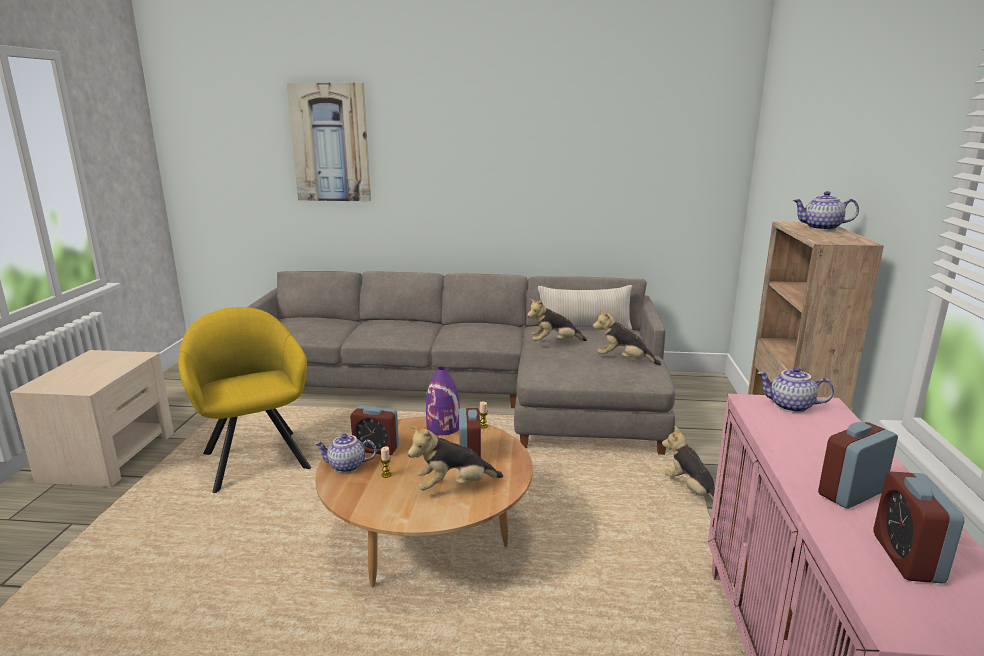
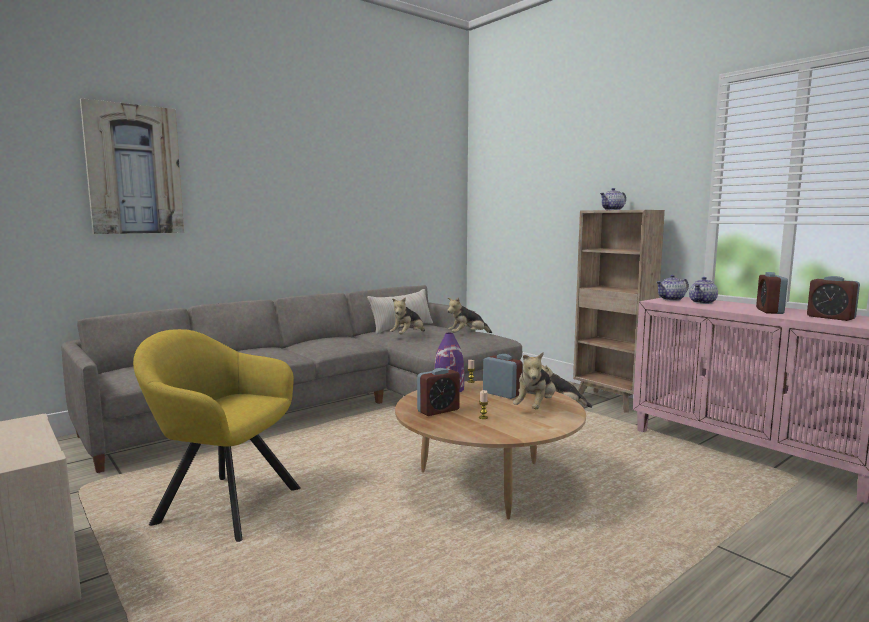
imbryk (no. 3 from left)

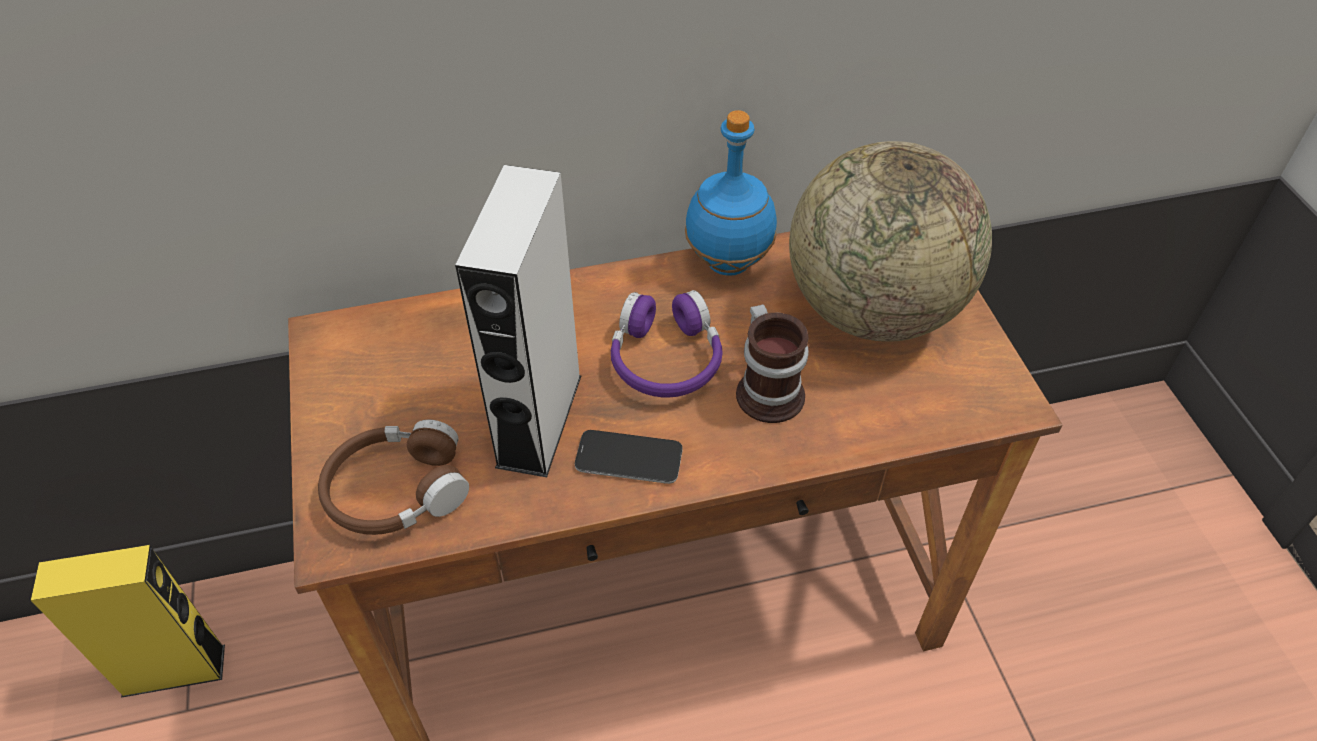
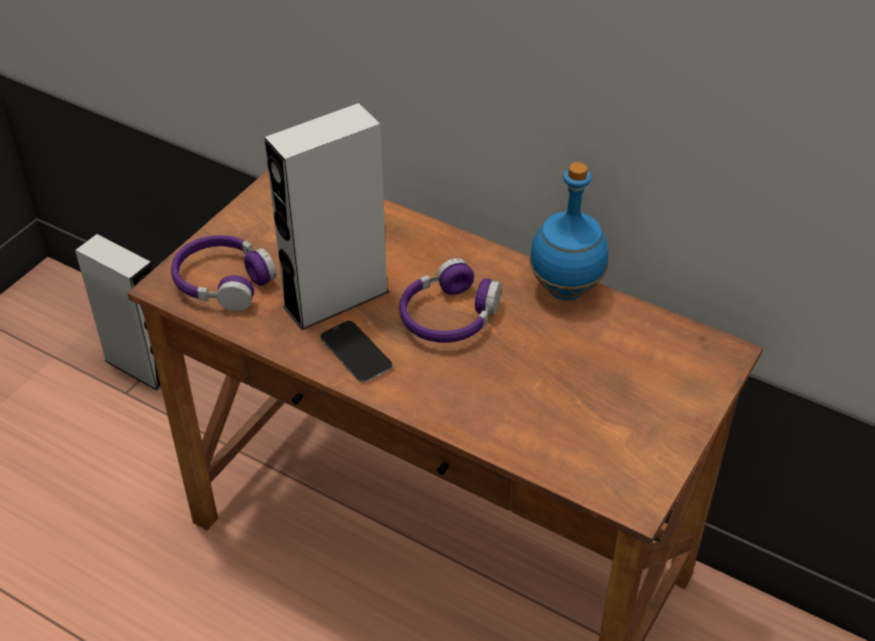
globus; kubek; słuchawki [fioletowy] (no. 1 from left); głośnik [szary] (no. 1 from left)

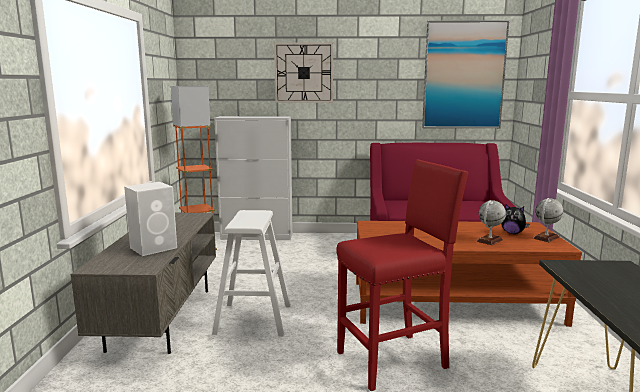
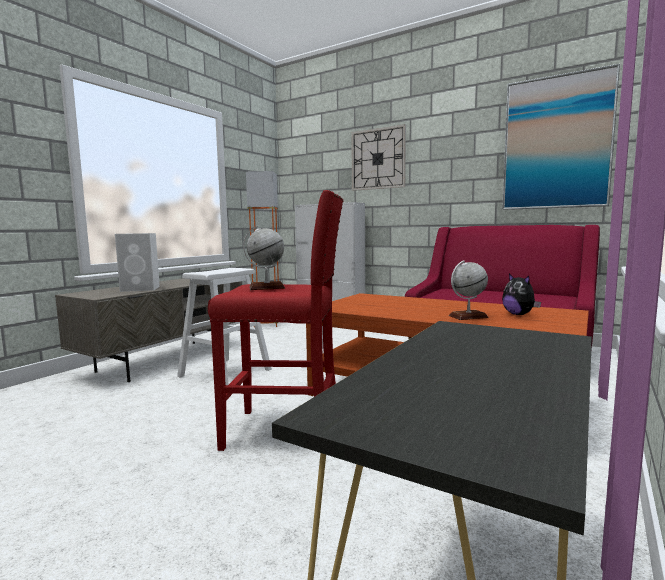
globus (no. 1 from left)

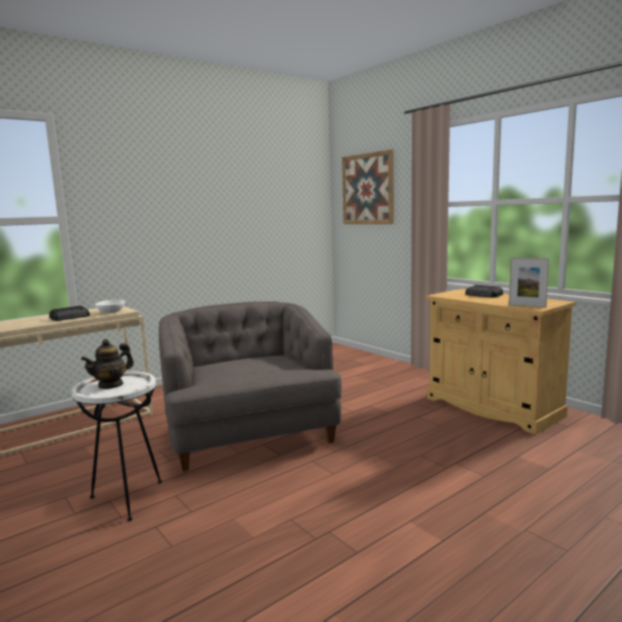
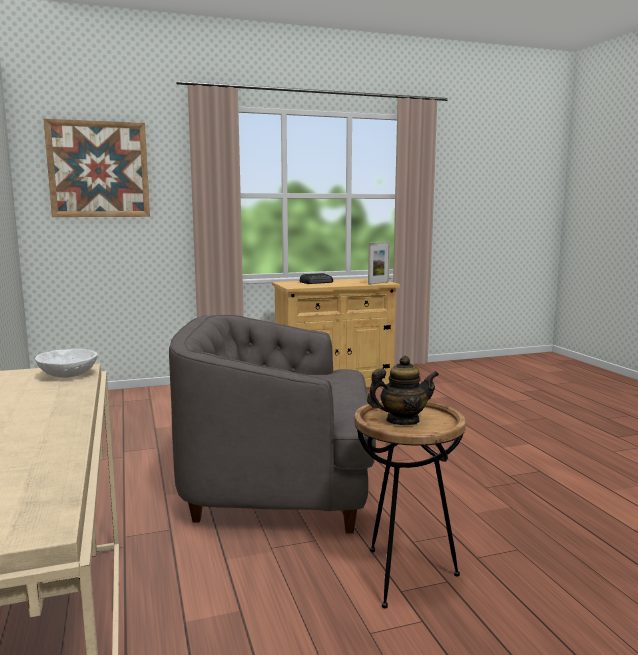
radio (no. 1 from left in the first image); imbryk; stolik [brązowy]

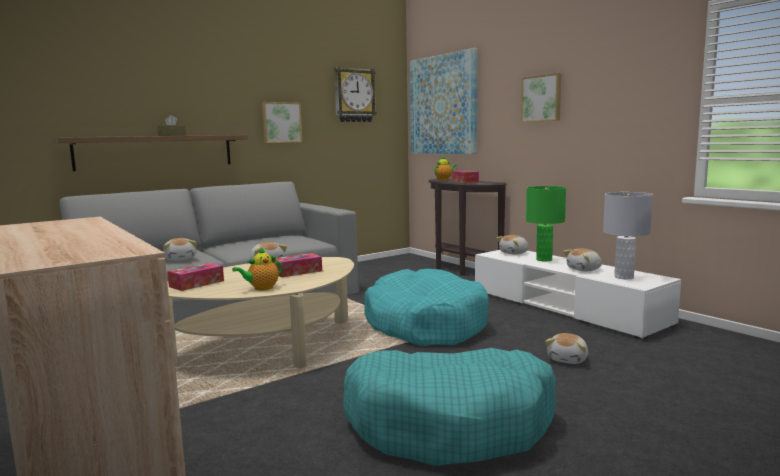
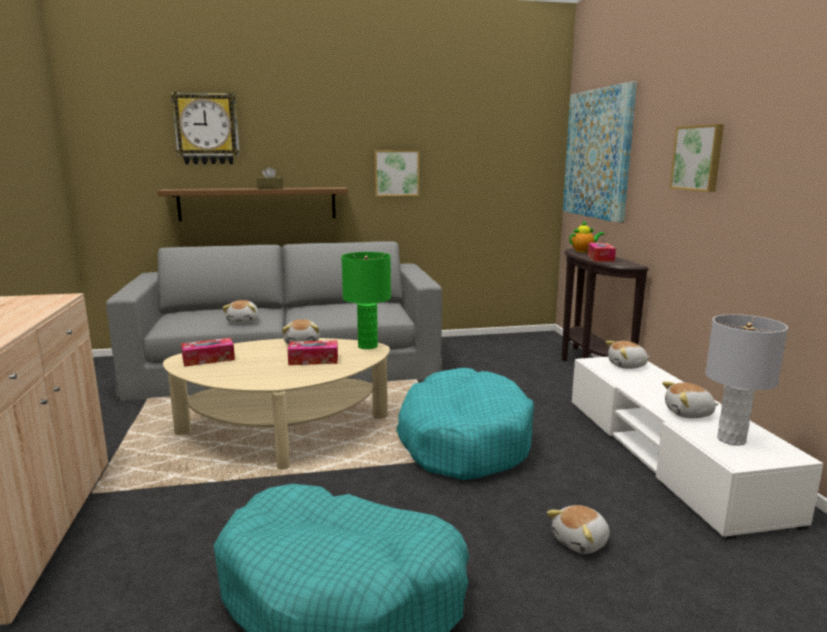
zegar ścienny; lampa stołowa [zielony]; imbryk (no. 1 from left in the first image)

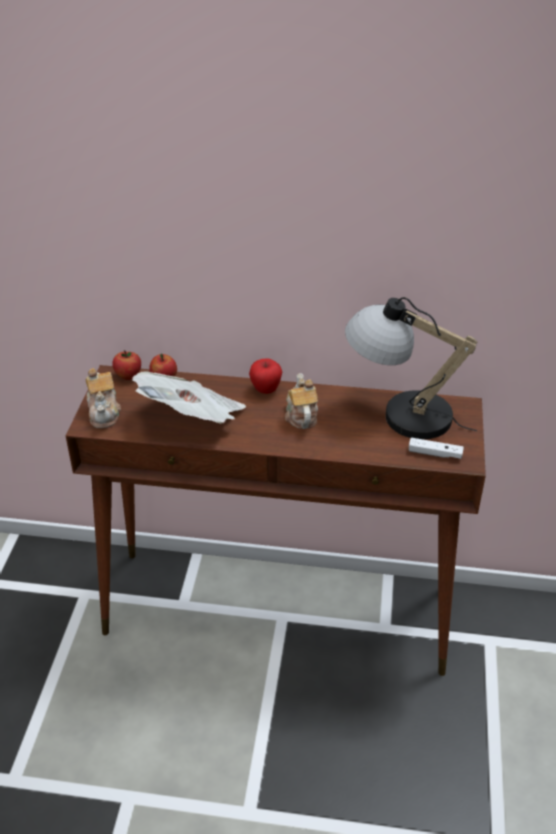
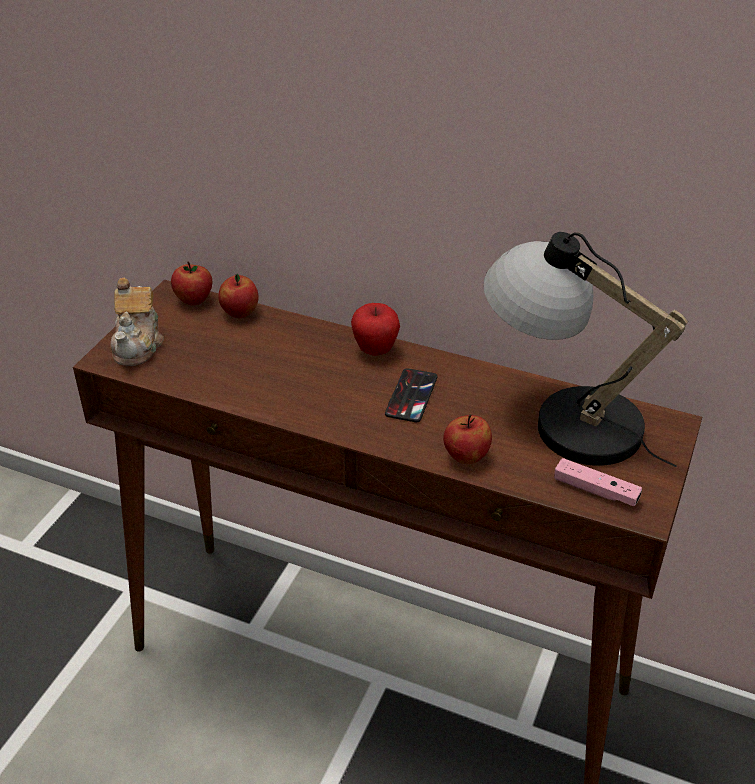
gazeta; telefon; pad do gier [różowy]; jabłko (no. 4 from left)

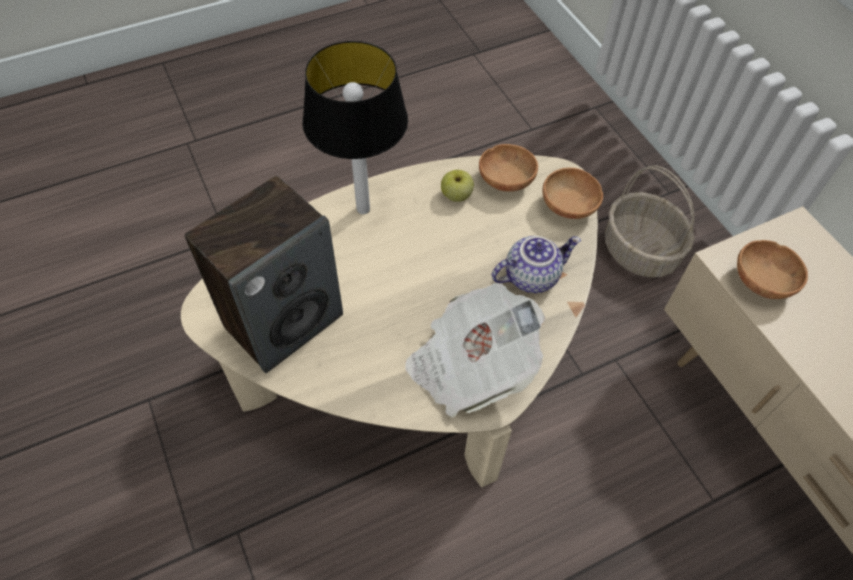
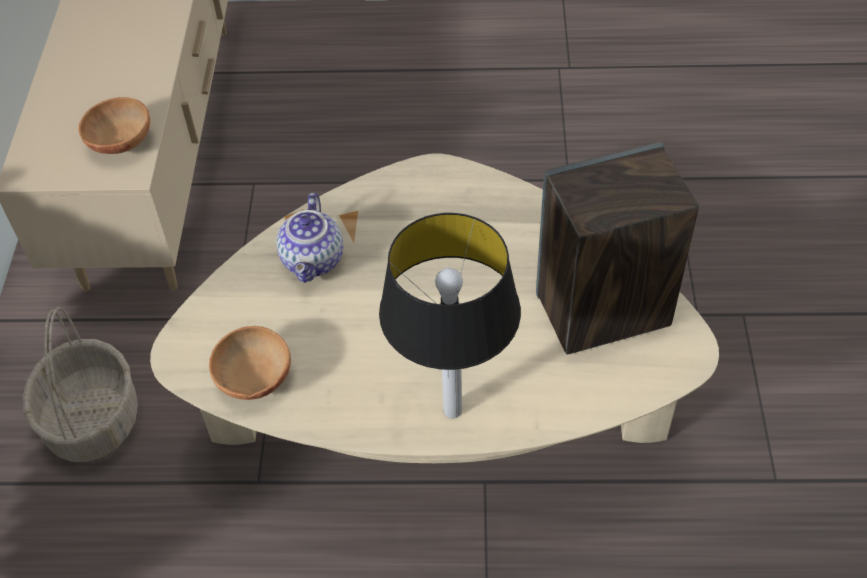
miska [brązowy] (no. 2 from left in the first image); jabłko; imbryk; gazeta

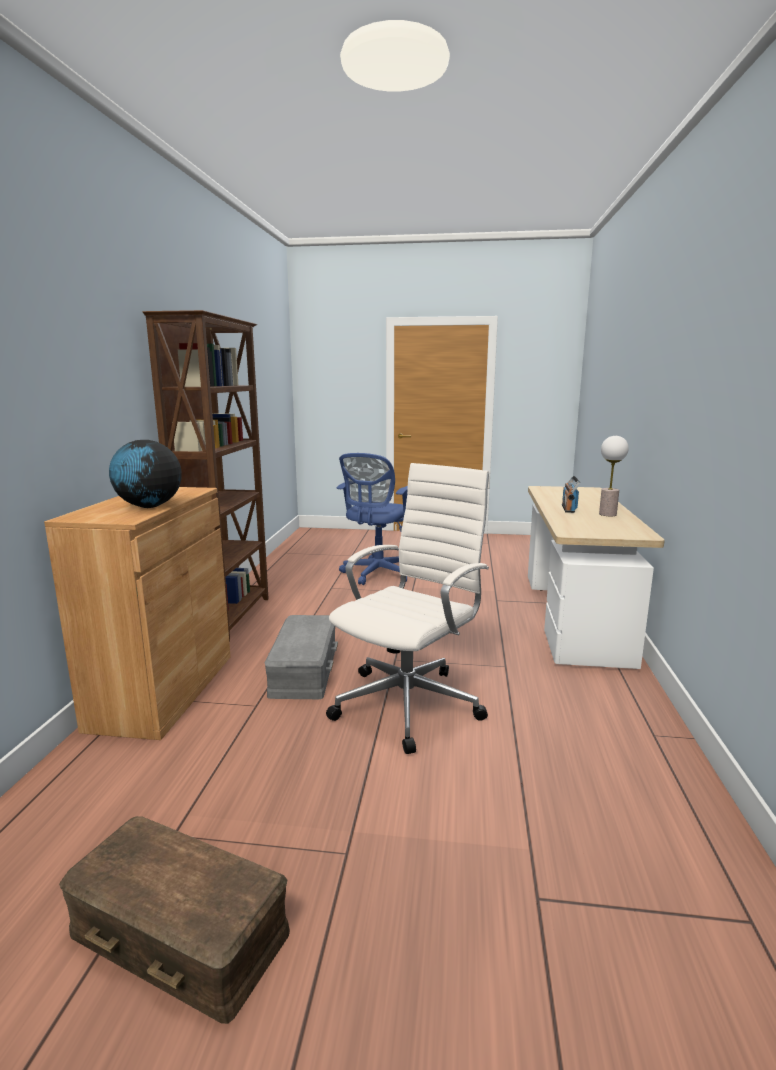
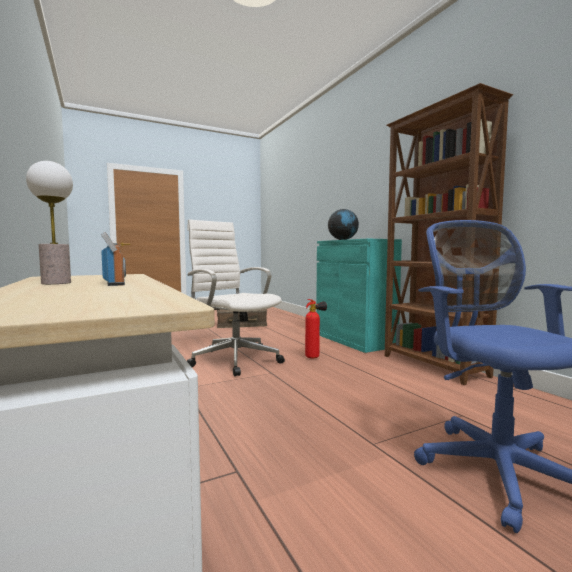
krzesło biurowe [biały]; szafka [turkusowy]; gaśnica

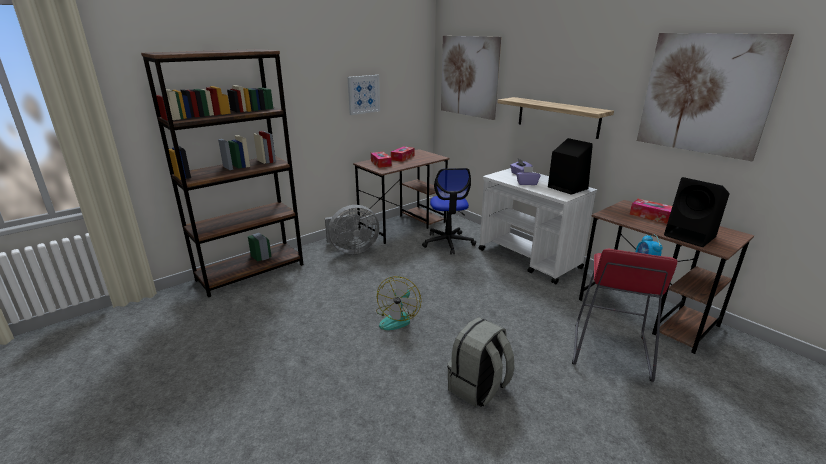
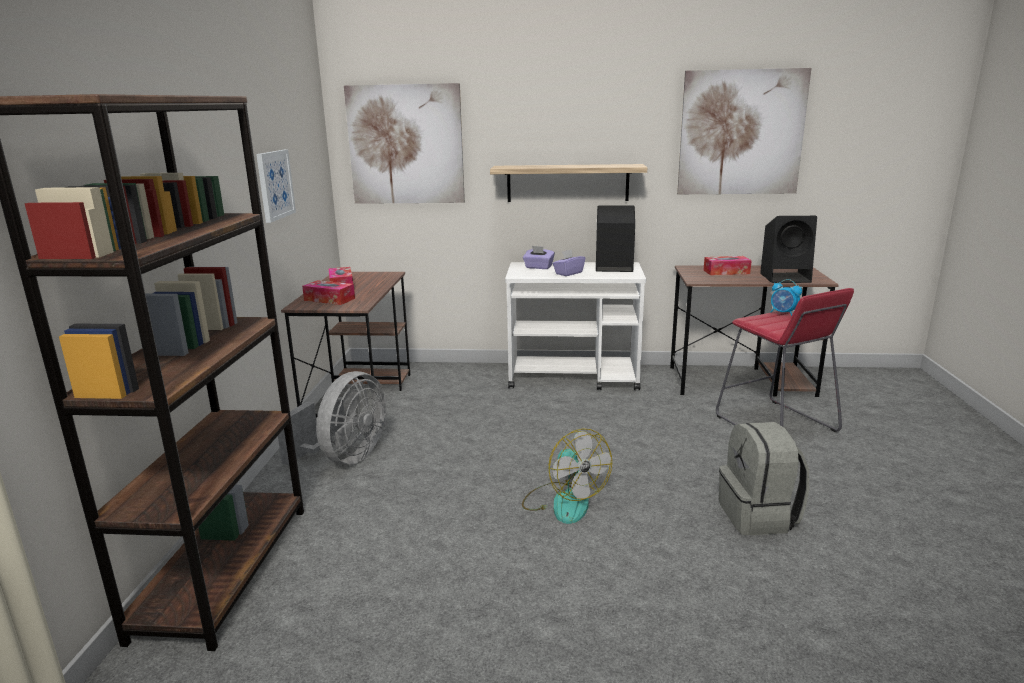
krzesło biurowe

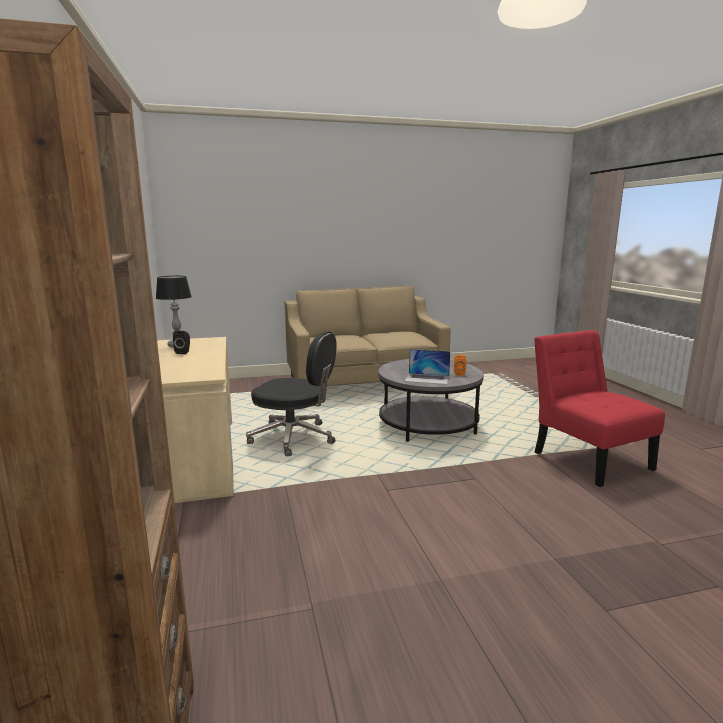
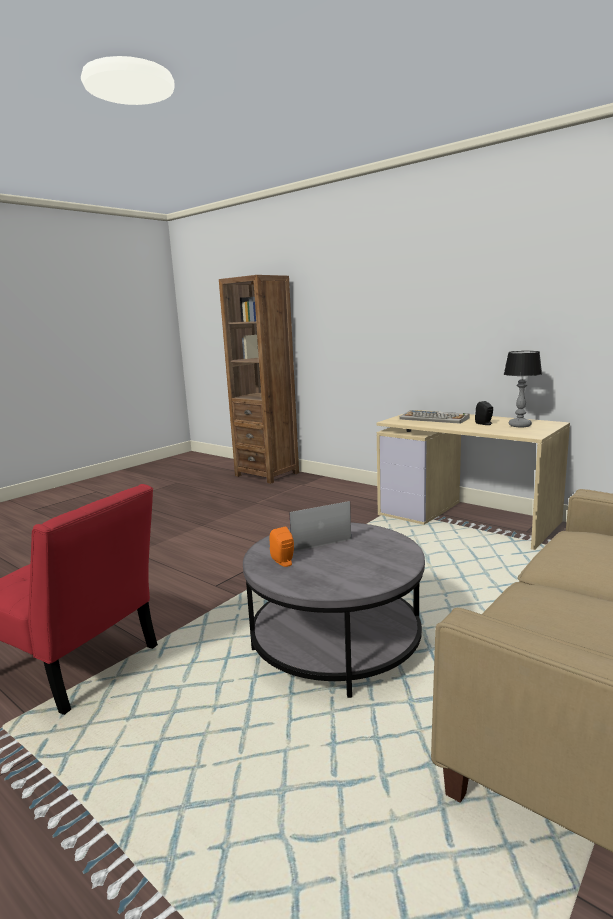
krzesło biurowe [czarny]; klawiatura

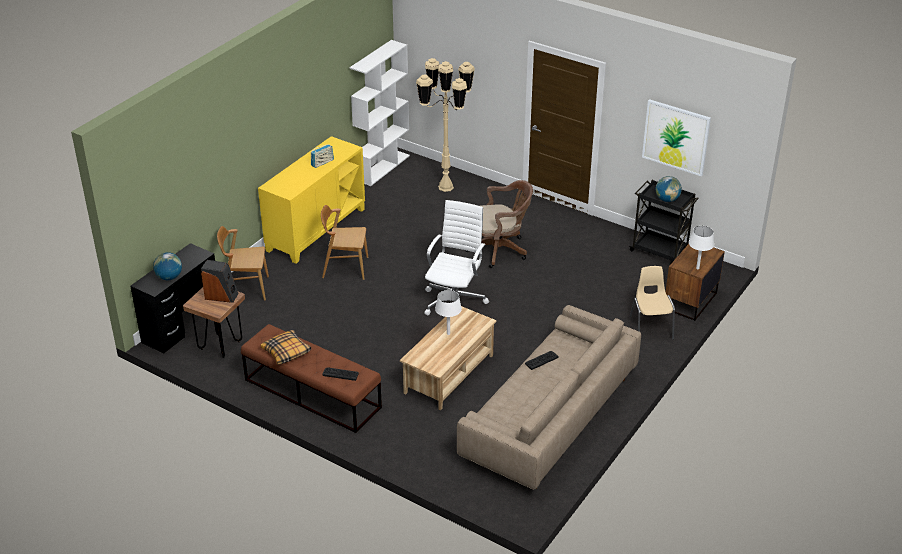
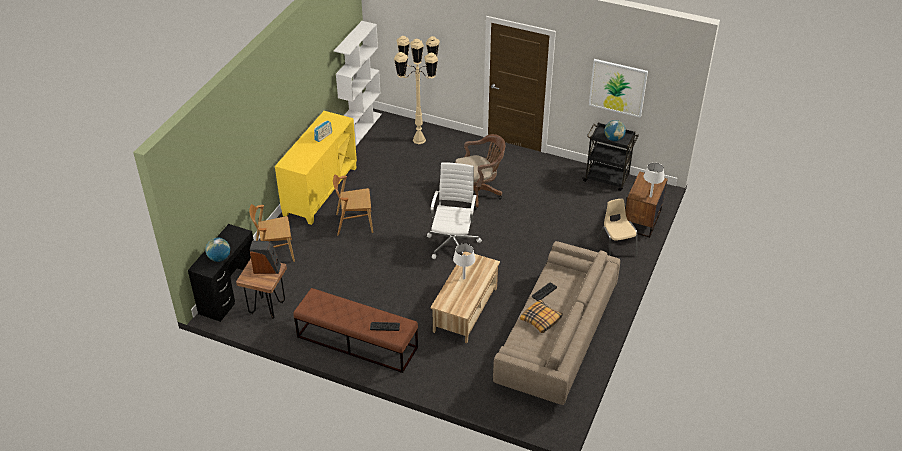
poduszka

